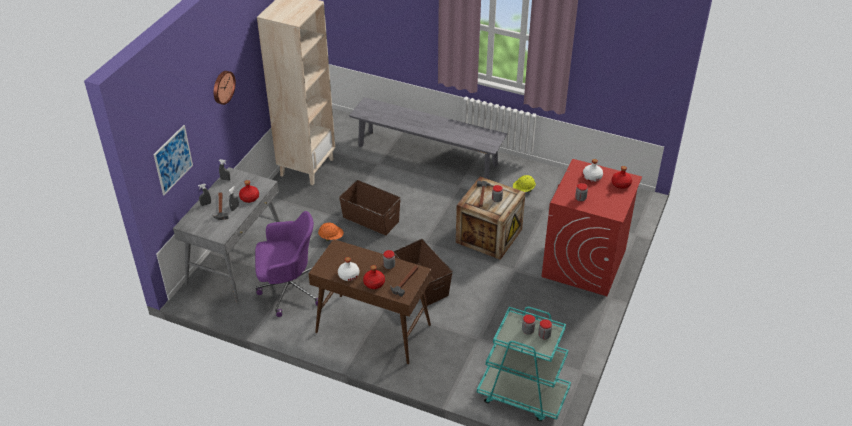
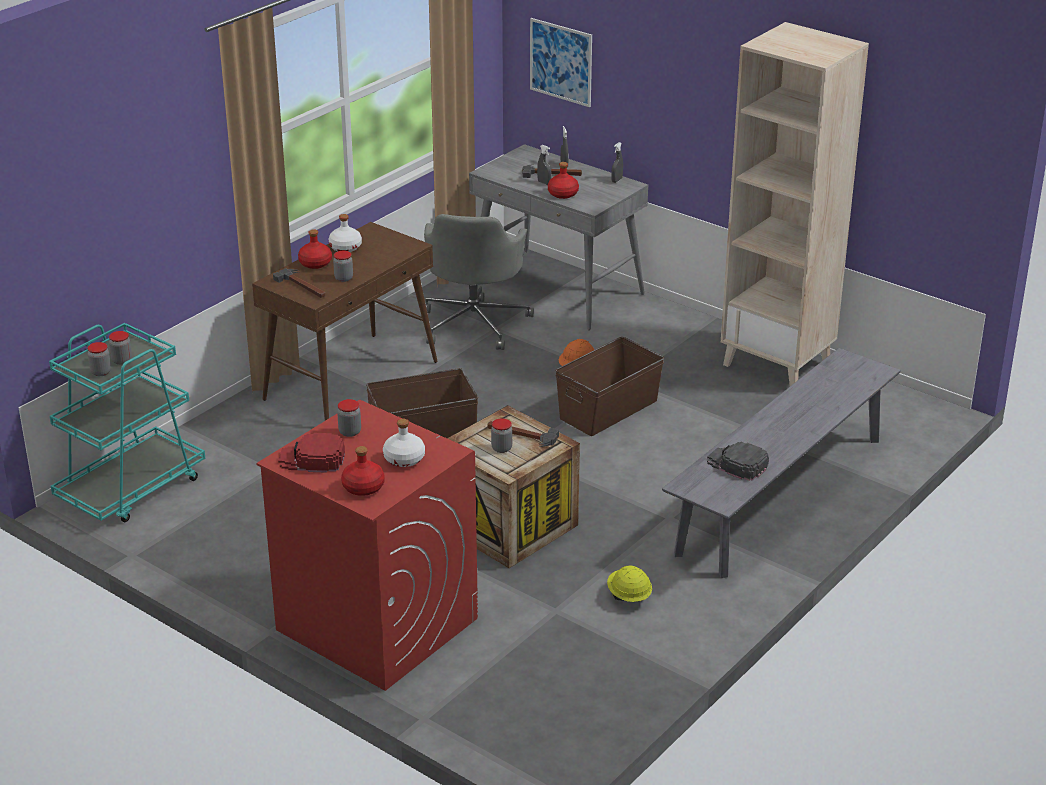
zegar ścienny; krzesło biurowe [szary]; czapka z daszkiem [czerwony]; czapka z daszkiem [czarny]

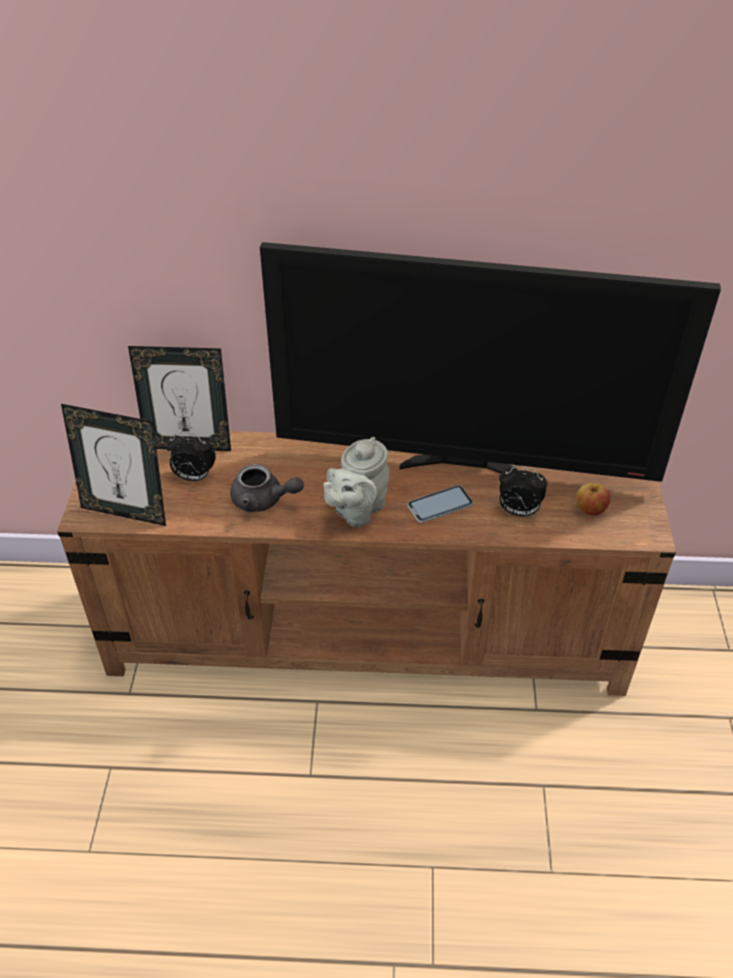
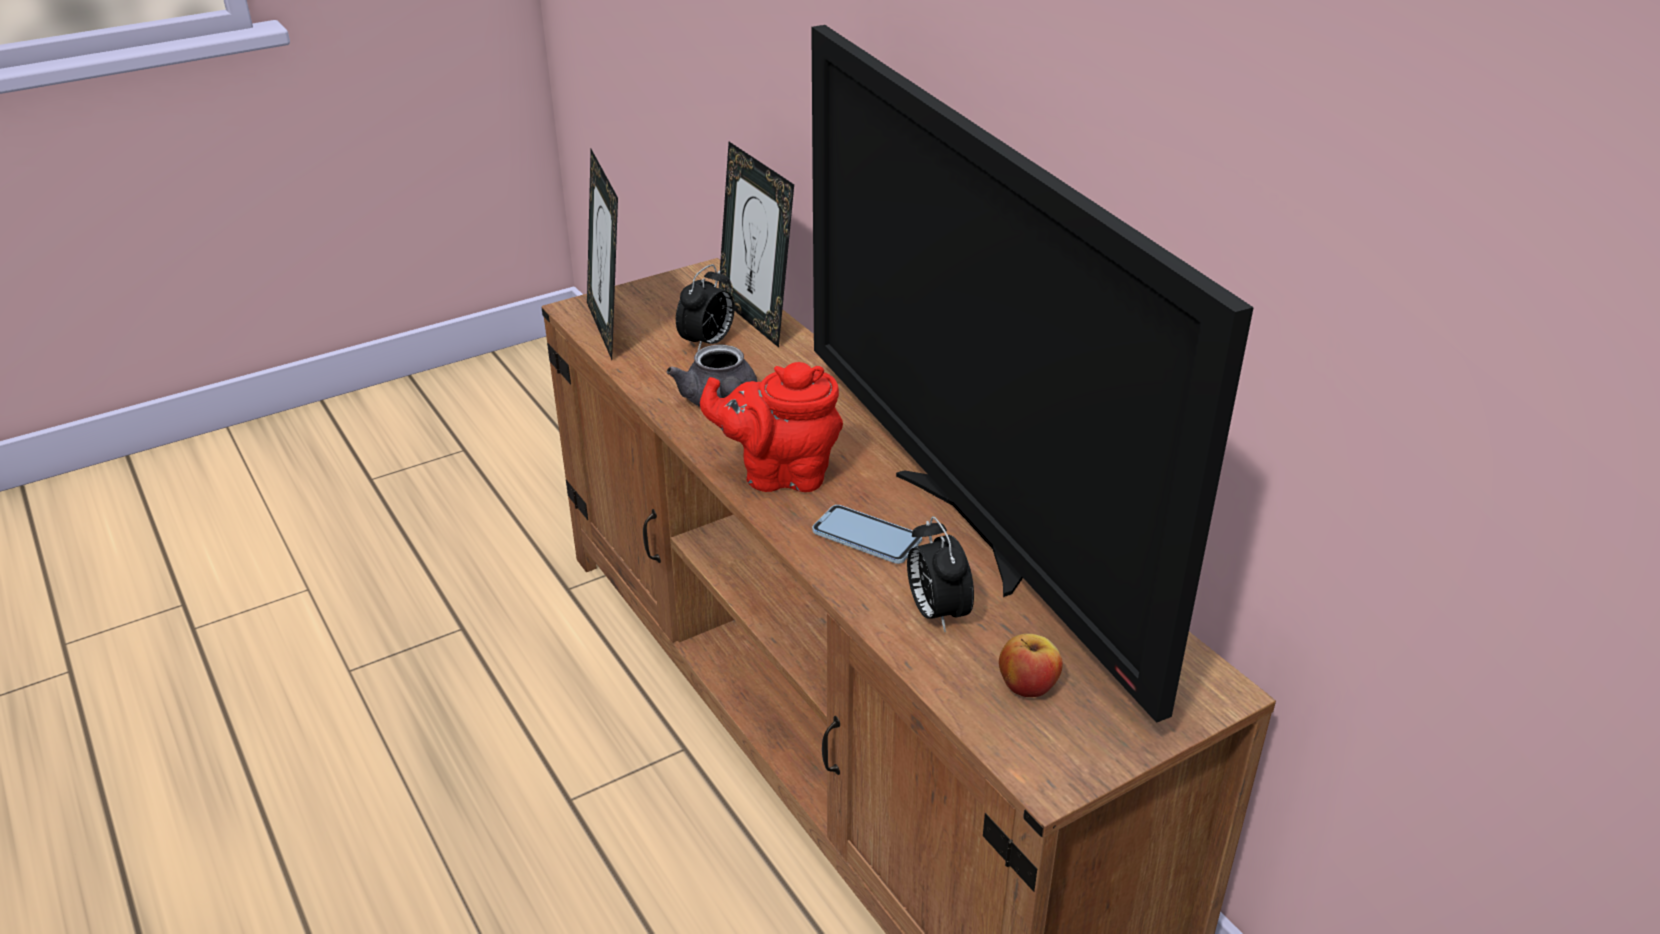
budzik (no. 1 from left); imbryk [czerwony]

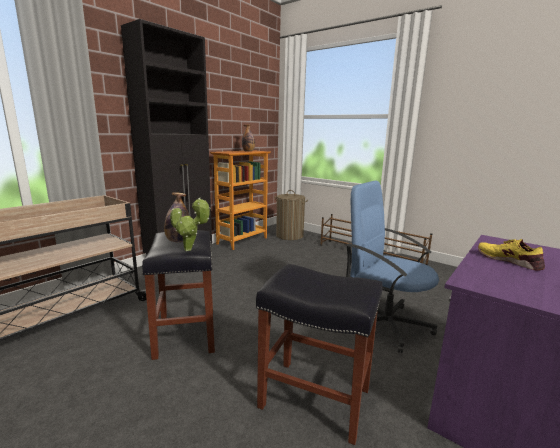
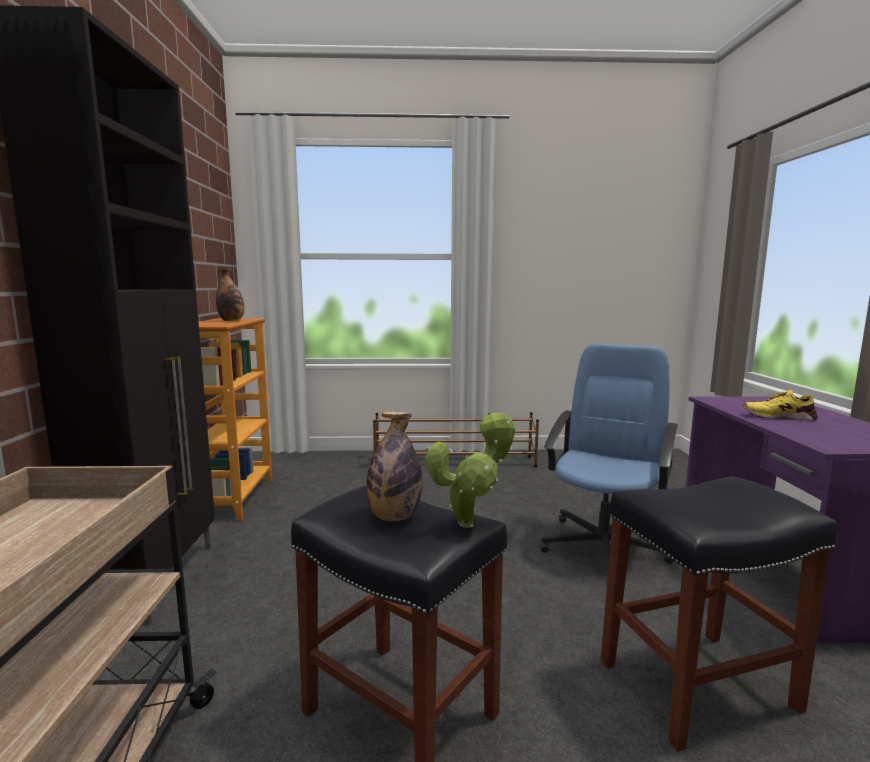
krzesło biurowe [niebieski]; kosz na pranie

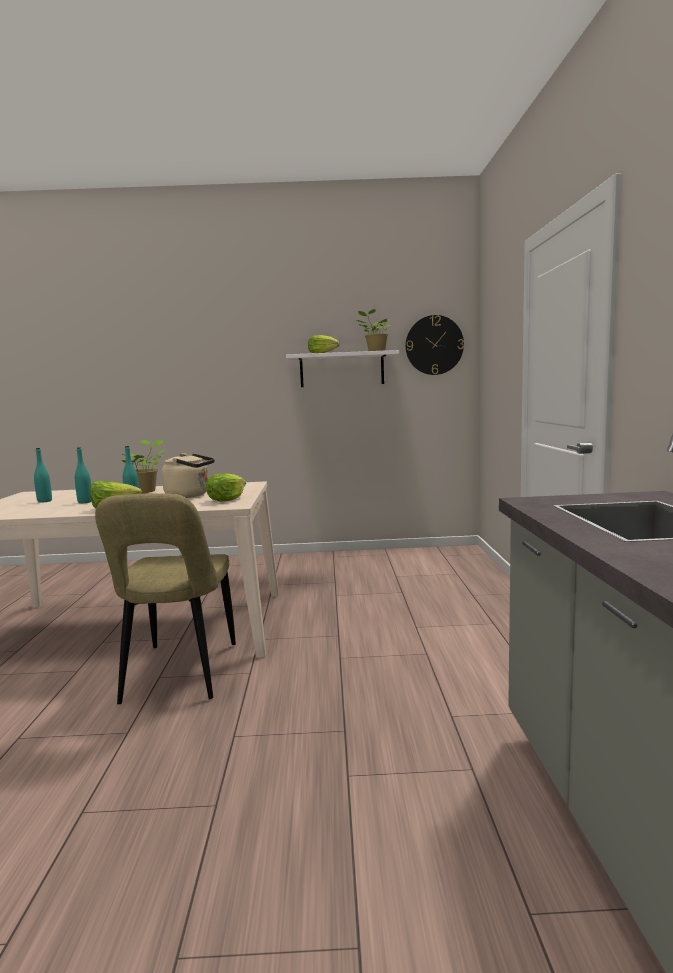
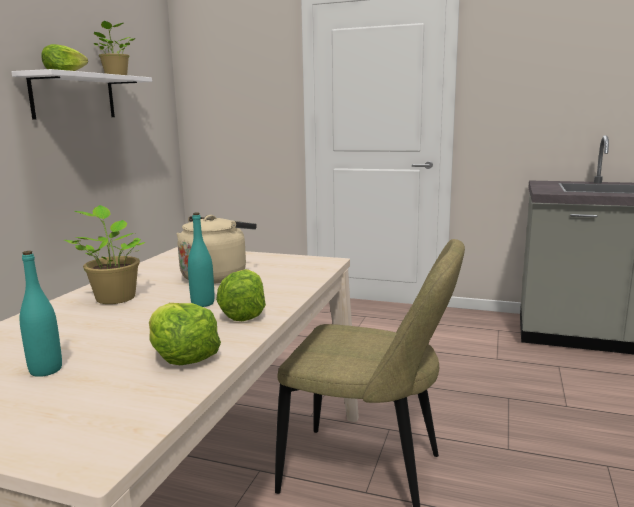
zegar ścienny; butelka [turkusowy] (no. 2 from left in the first image); sałata (no. 2 from left)

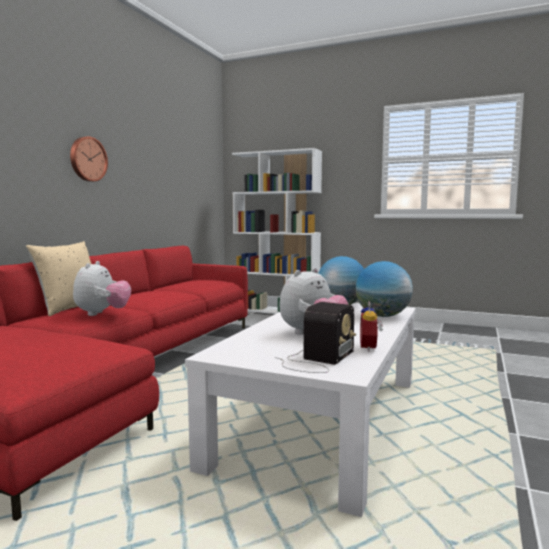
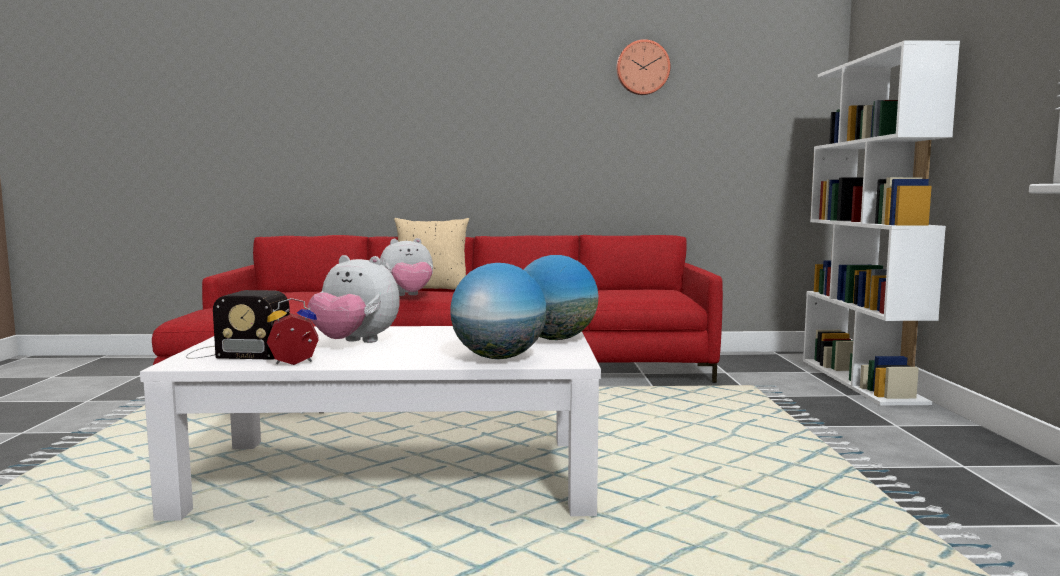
zegar ścienny

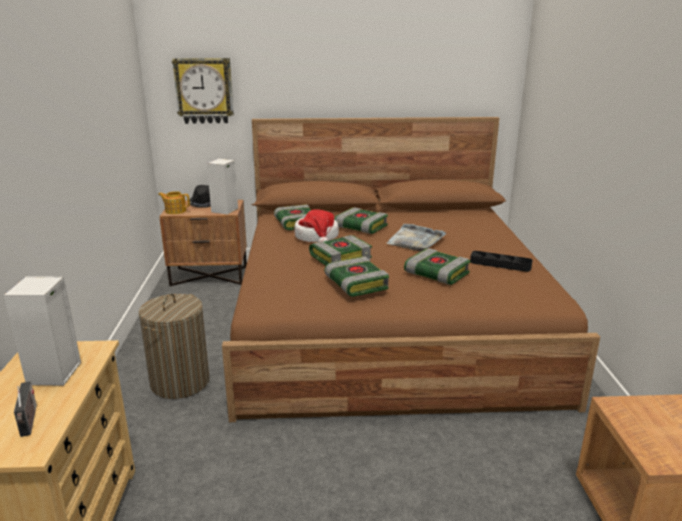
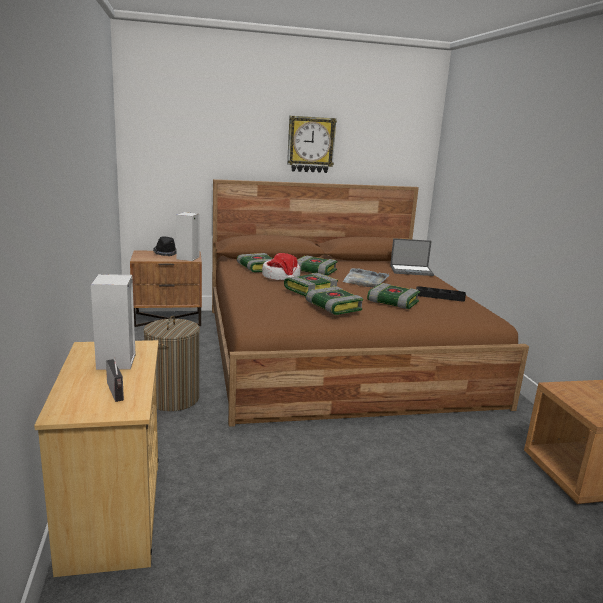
zegar ścienny; imbryk; laptop

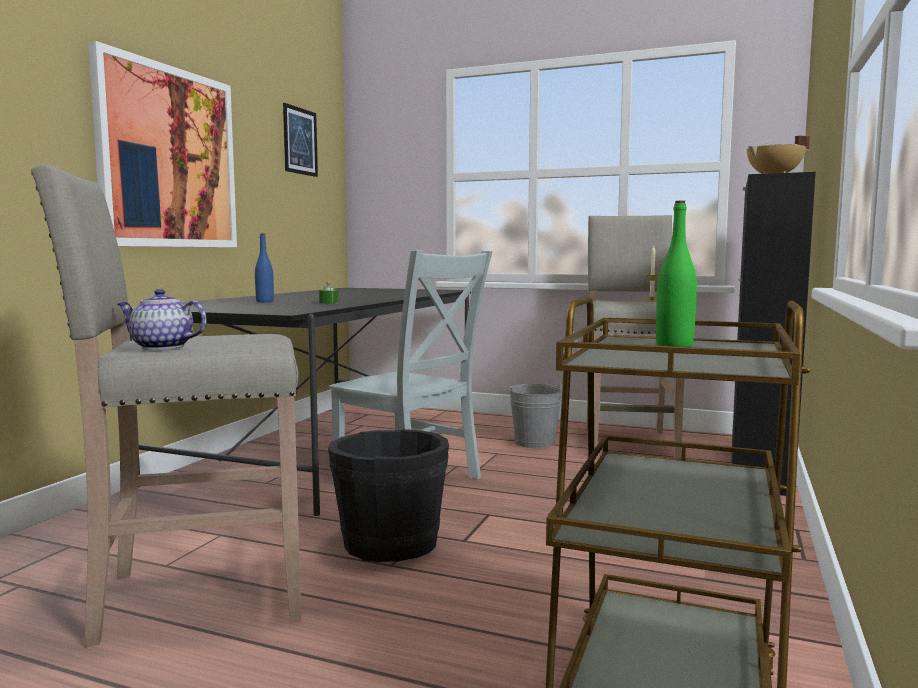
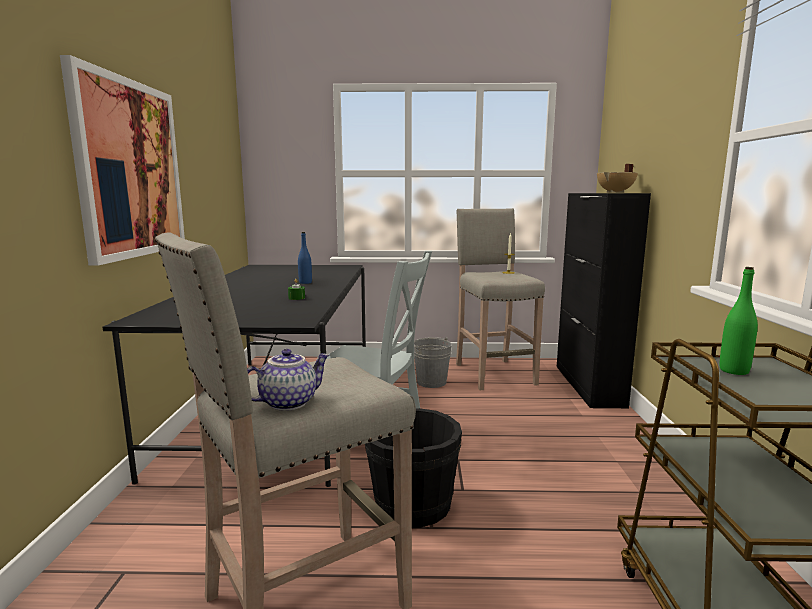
obraz (no. 2 from left in the first image); butelka [niebieski]; imbryk

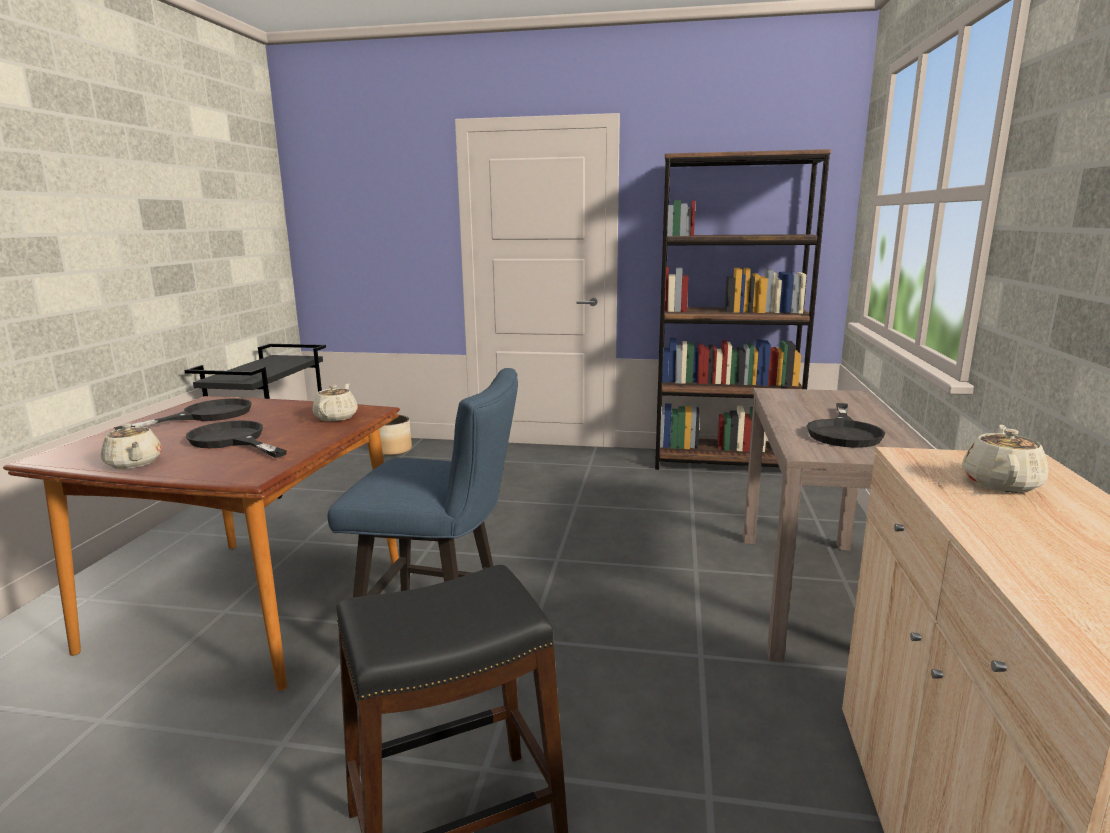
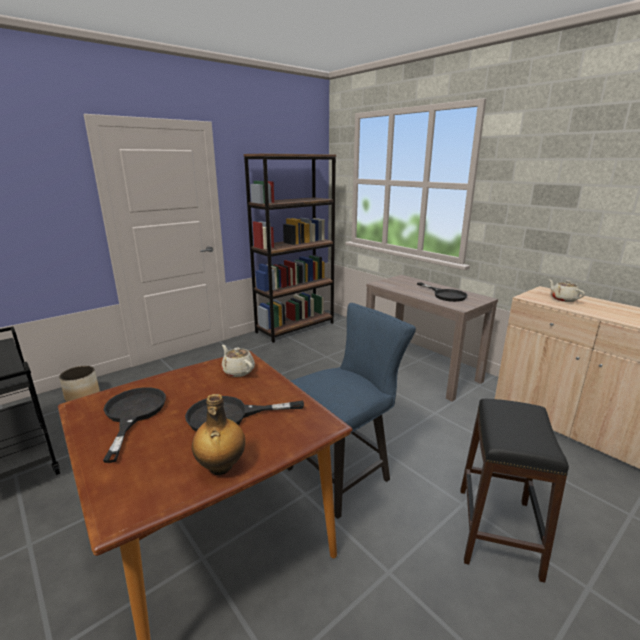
butelka

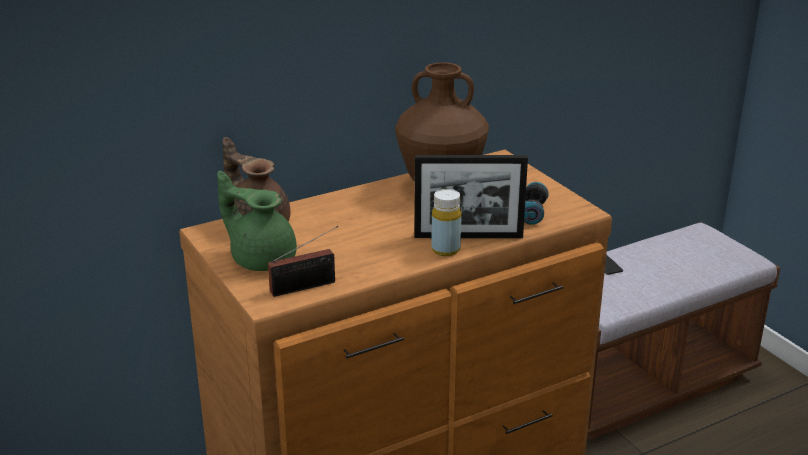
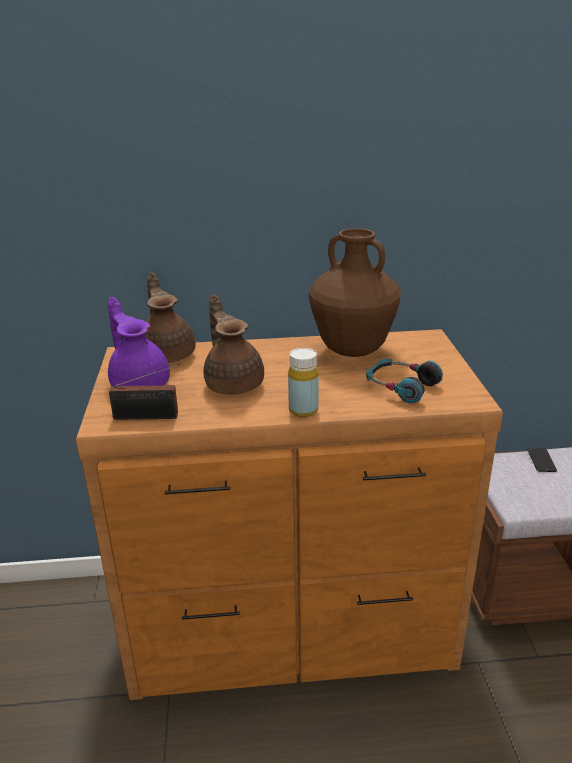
ramka na zdjęcie; imbryk [fioletowy]; imbryk [brązowy] (no. 2 from left)

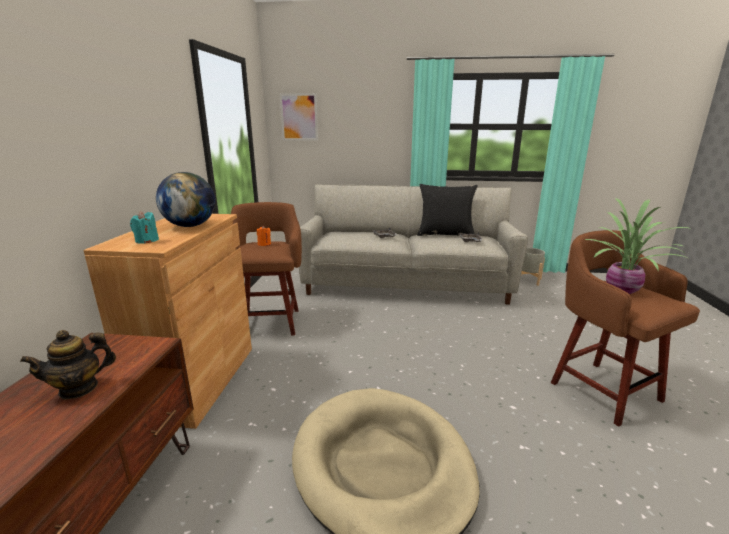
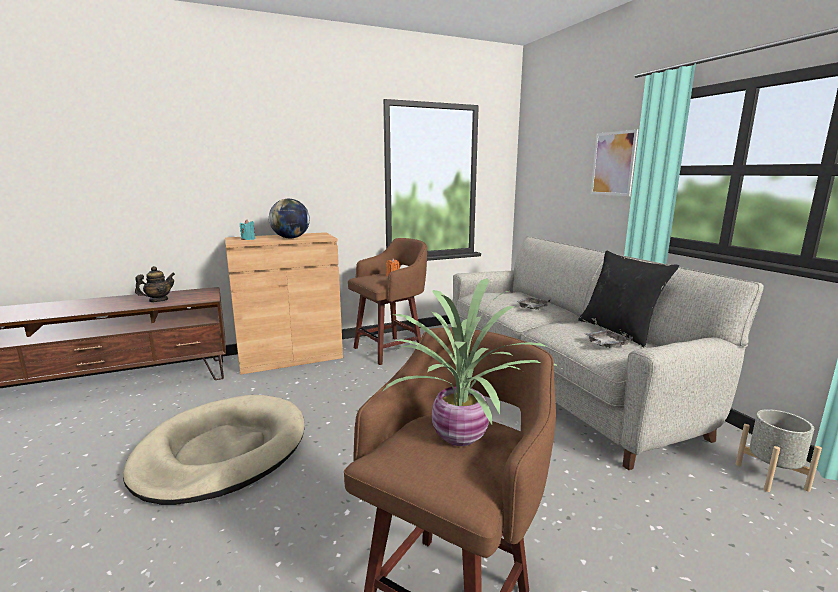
obraz; imbryk

